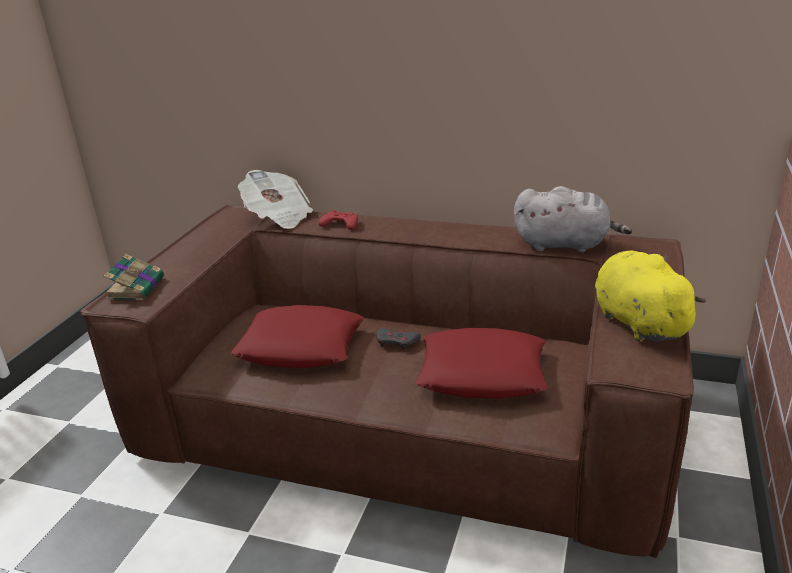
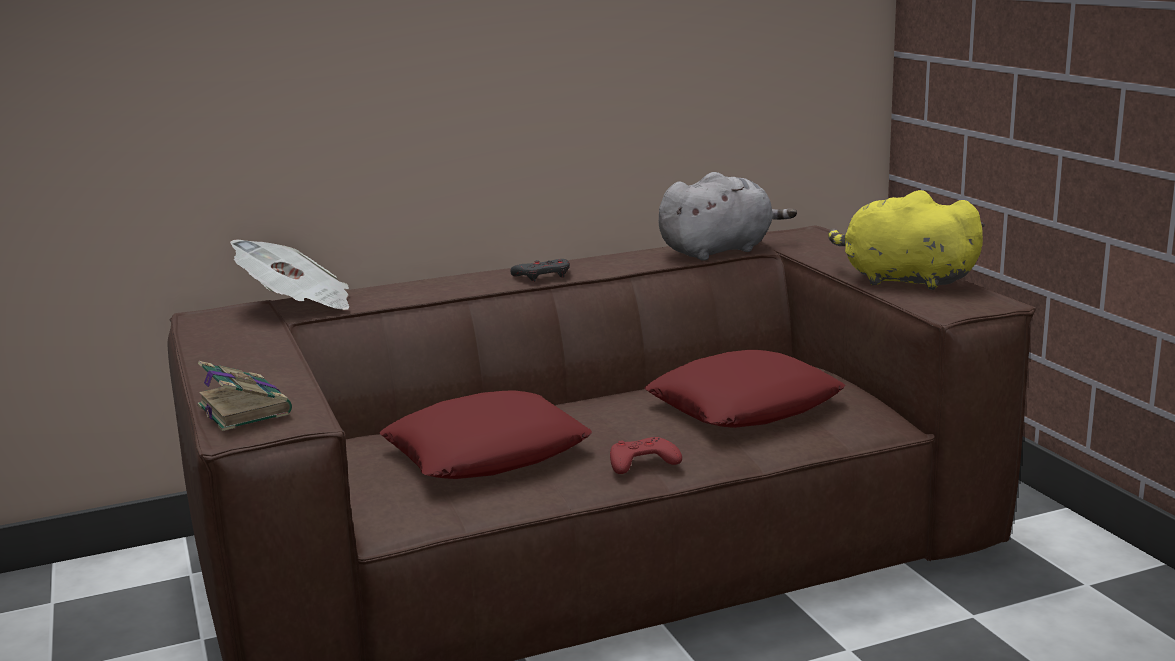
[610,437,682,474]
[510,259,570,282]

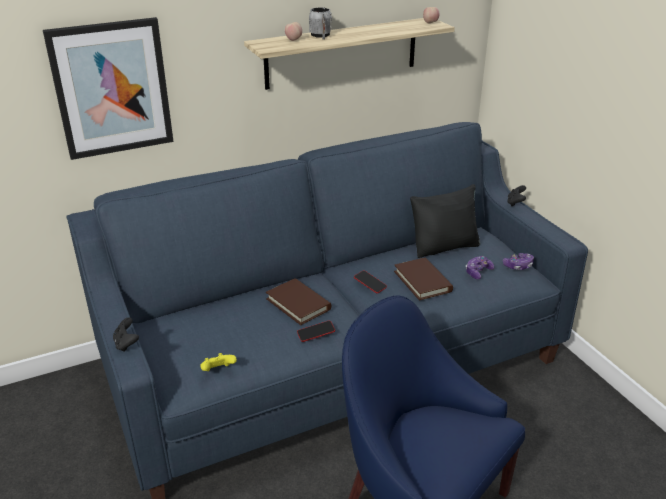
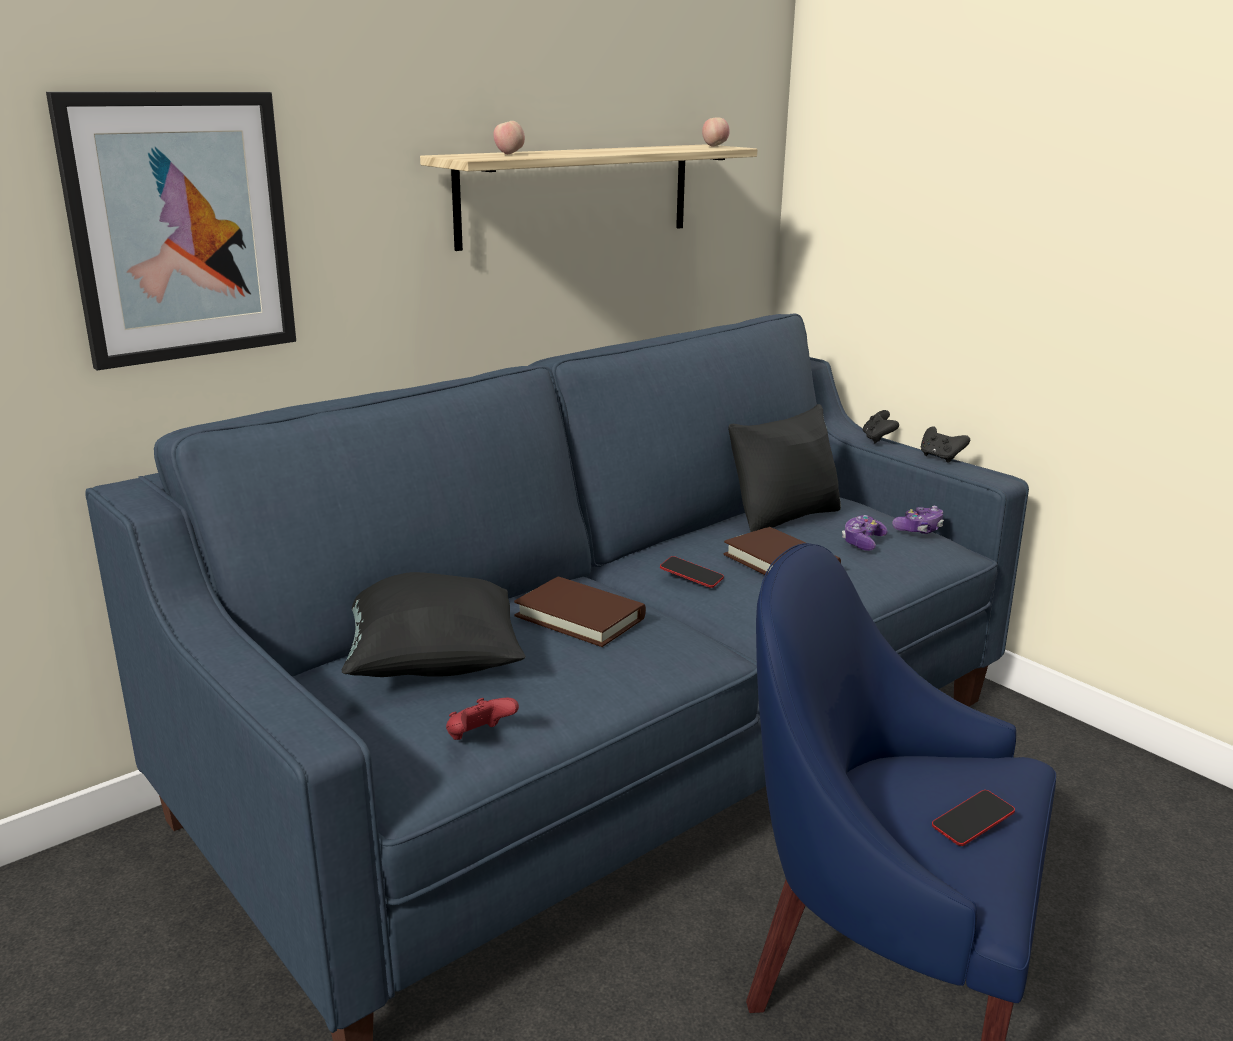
[309,7,332,40] (first image)
[921,426,970,463]
[932,790,1015,846]
[446,698,519,740]
[342,572,526,677]

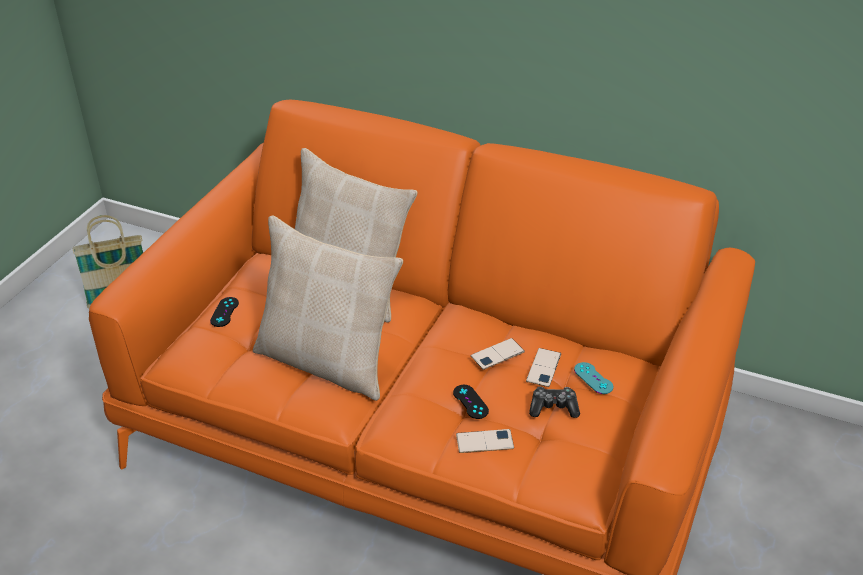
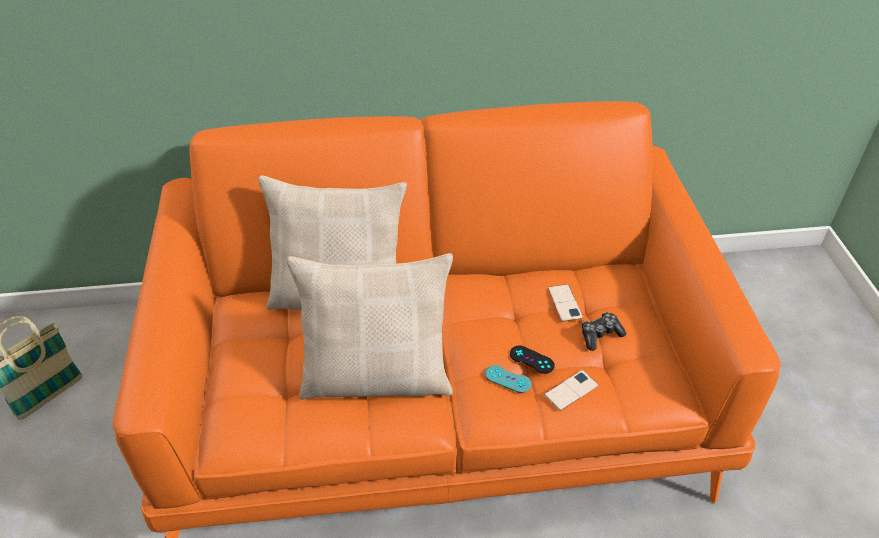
[210,297,239,327] (first image)
[471,338,525,370] (first image)
[485,365,532,393]

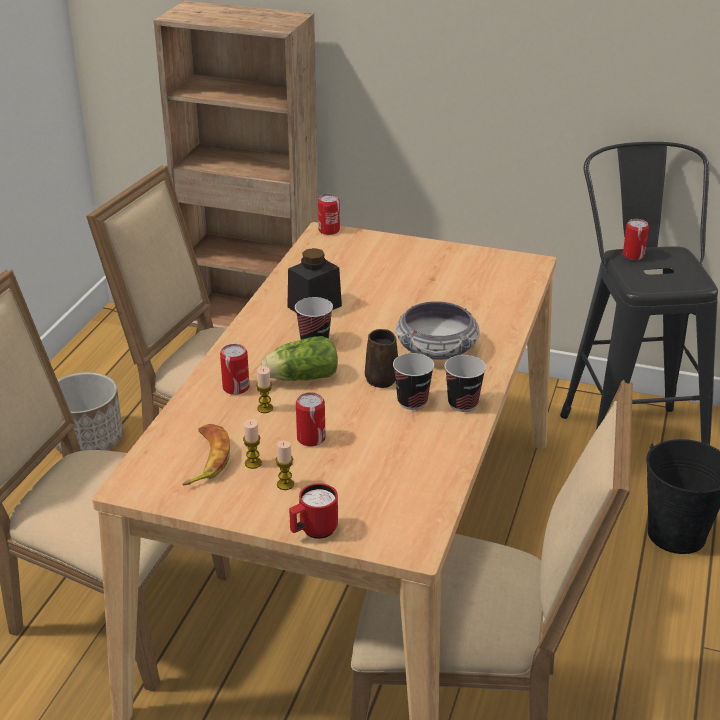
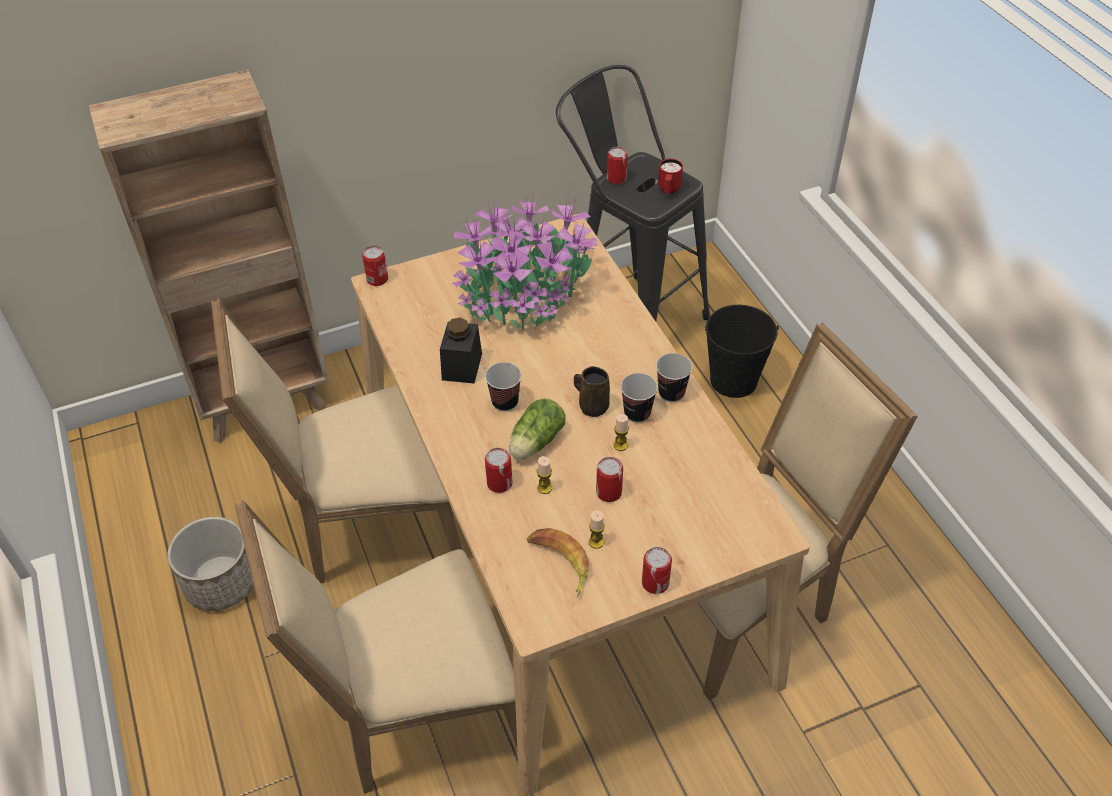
[395,301,480,360] (first image)
[614,414,629,451]
[658,159,683,193]
[452,194,598,331]
[642,547,672,594]

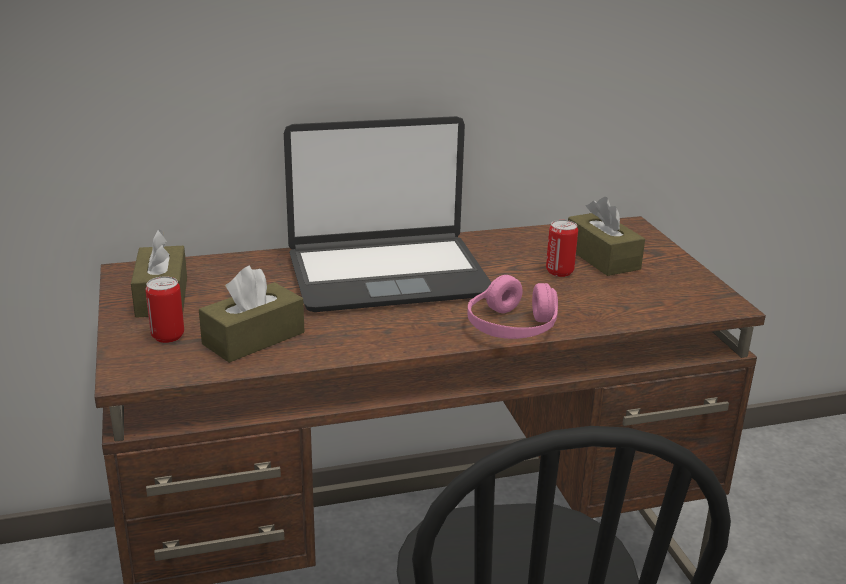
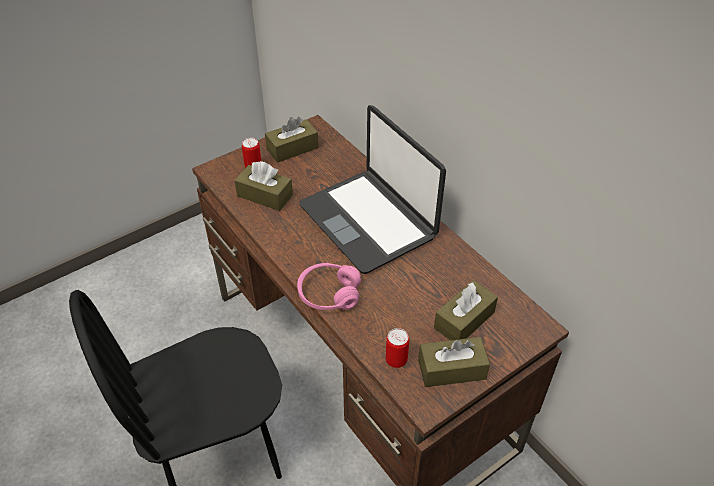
[386,328,409,368]
[418,337,490,387]

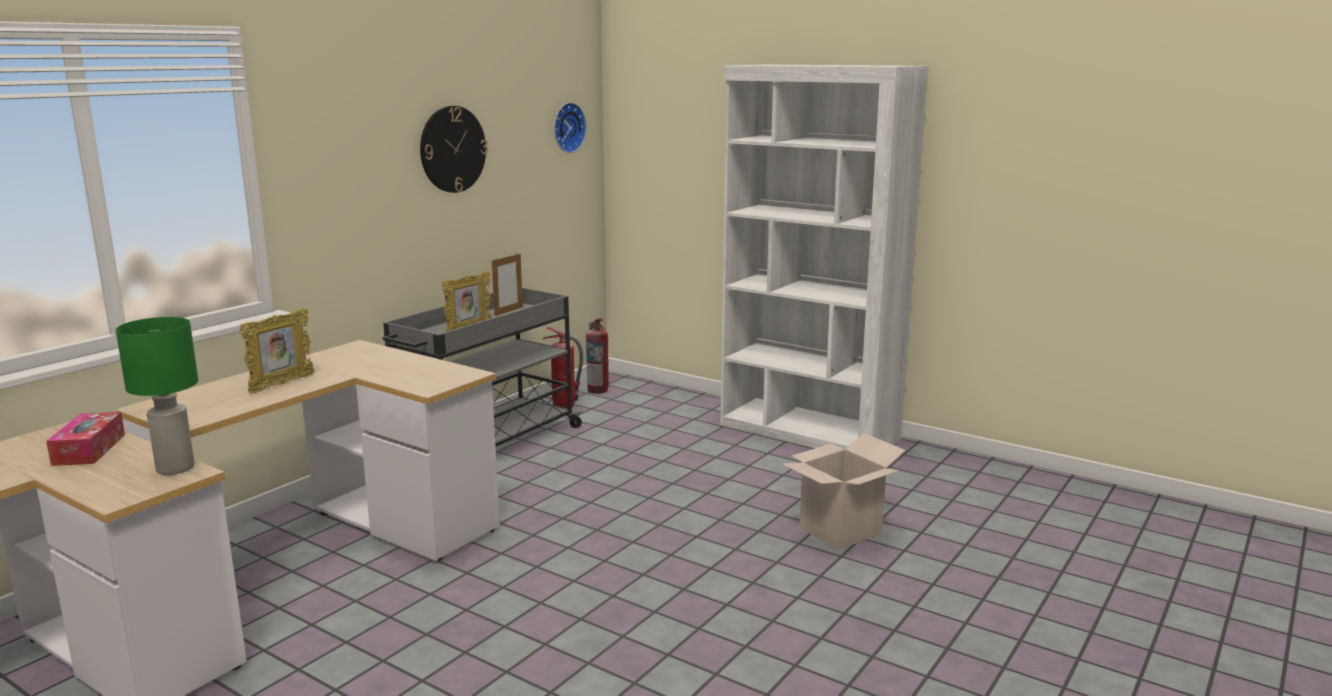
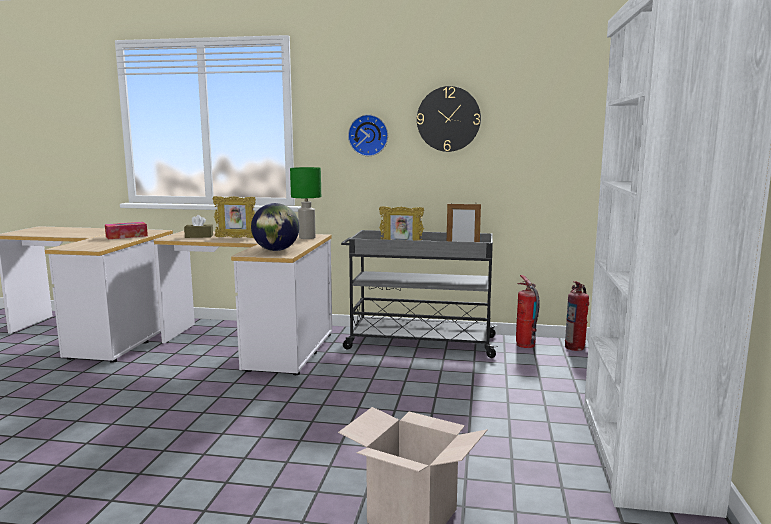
[348,114,388,156]
[290,167,321,239]
[251,203,300,251]
[184,215,213,238]

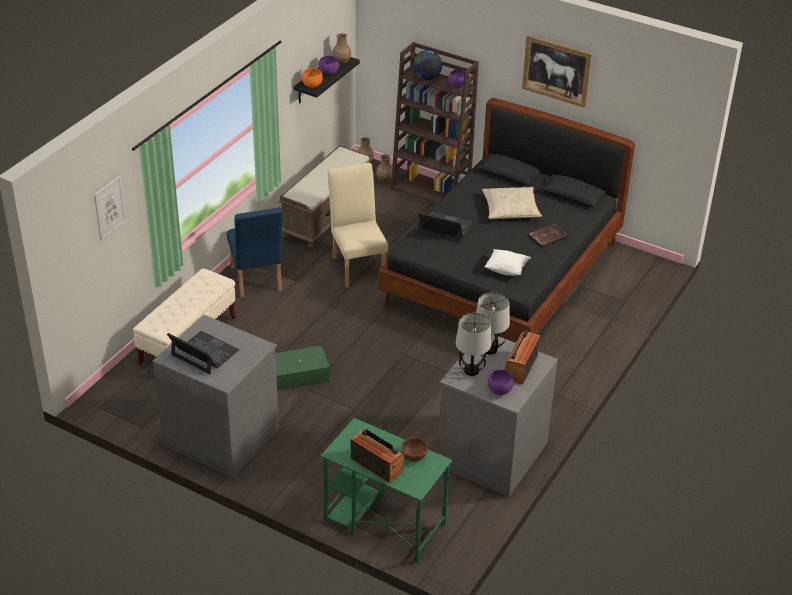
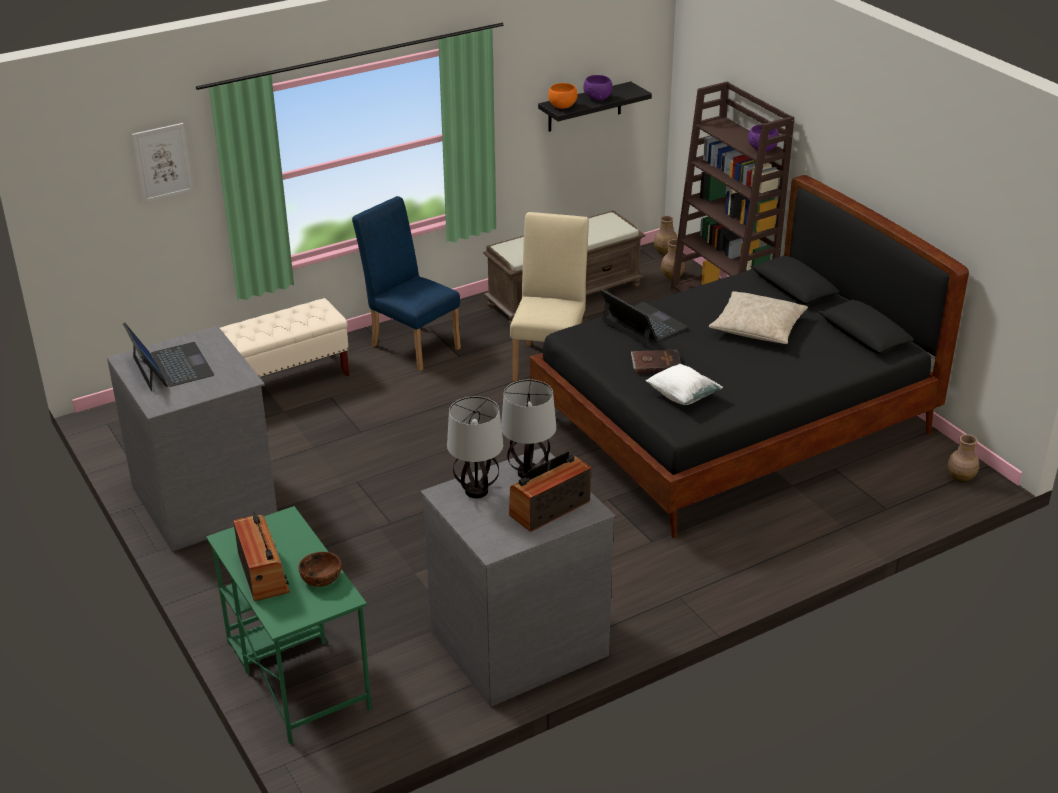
[947,434,979,482]
[522,35,593,108] (first image)
[413,50,442,80] (first image)
[352,196,461,371]
[631,350,681,374]
[275,346,330,391] (first image)
[487,370,513,395] (first image)

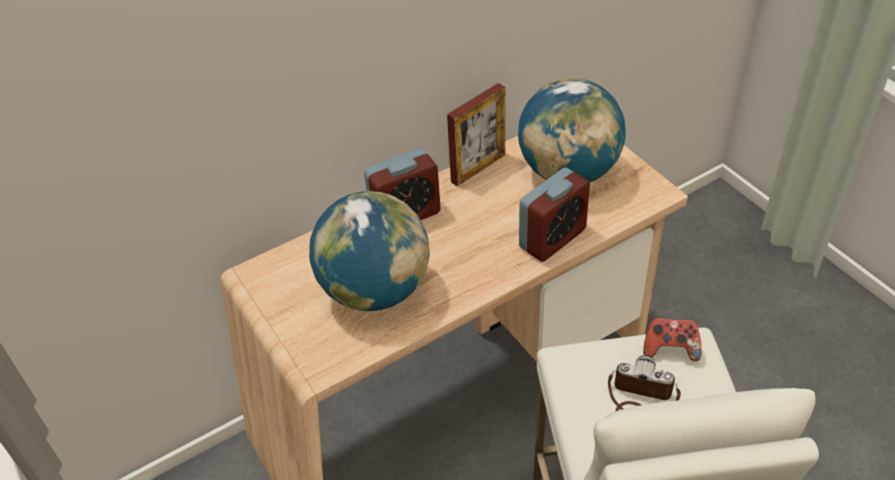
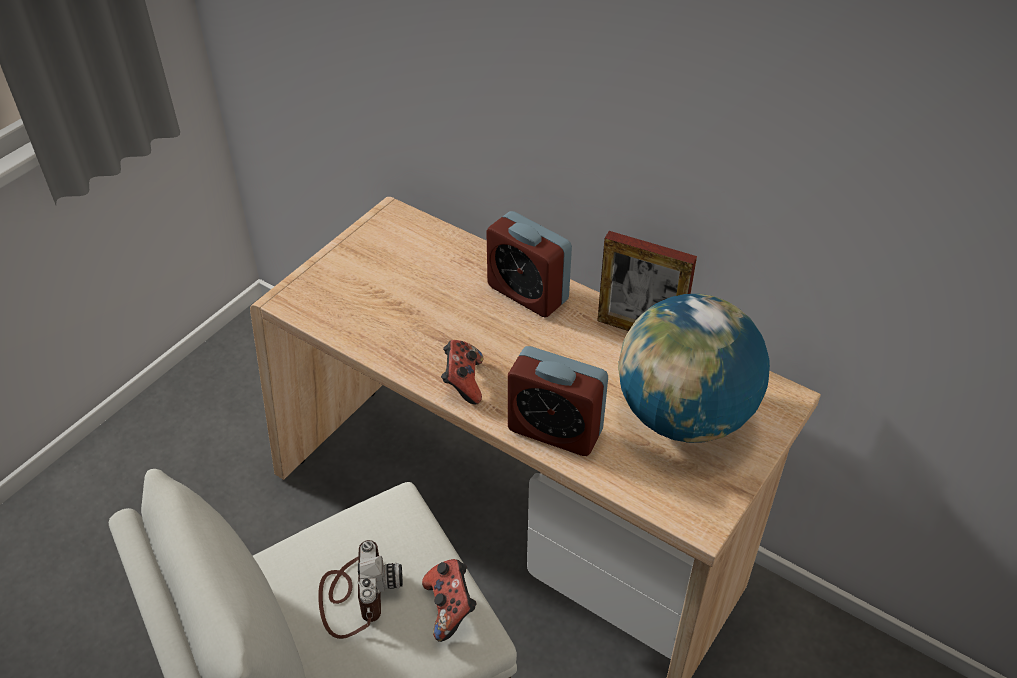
[309,191,429,311] (first image)
[441,340,483,404]

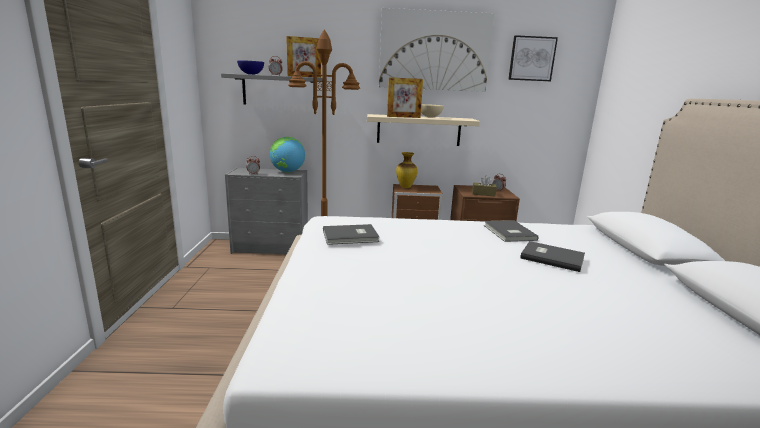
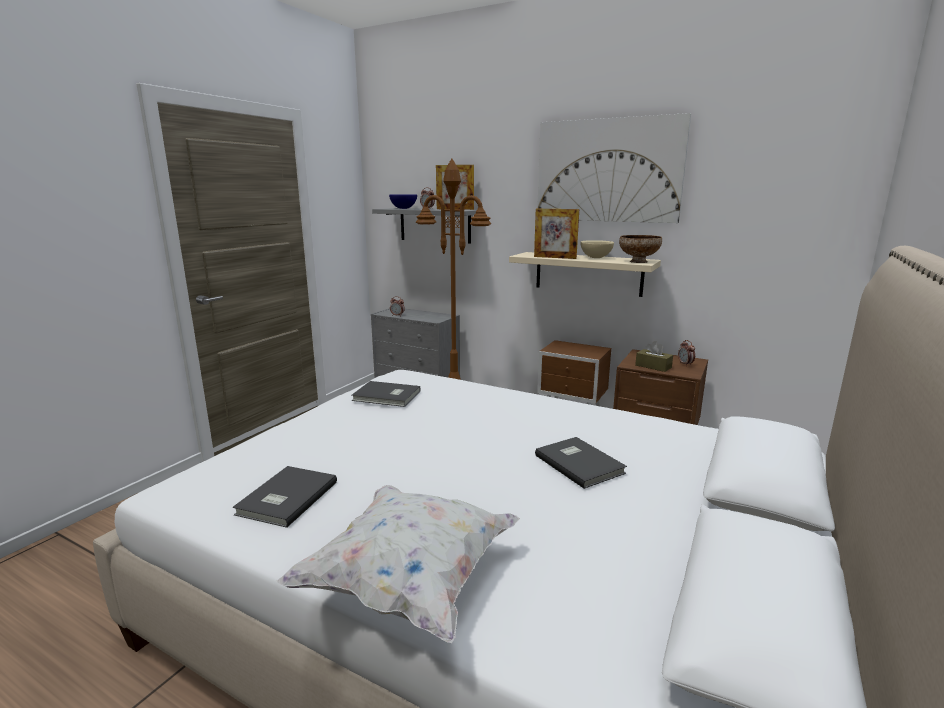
[508,35,558,81] (first image)
[270,137,305,172] (first image)
[396,152,418,188] (first image)
[233,466,337,528]
[619,235,662,263]
[277,485,520,643]

